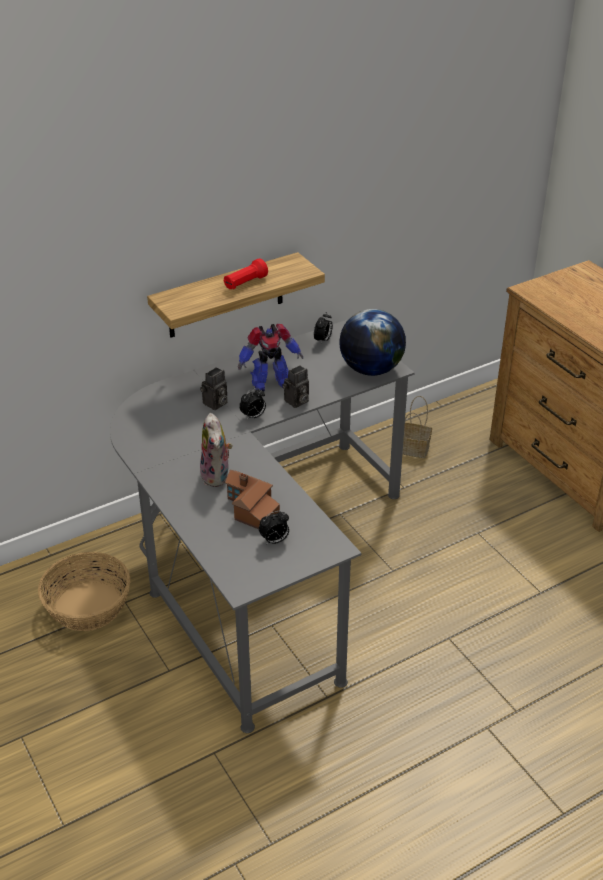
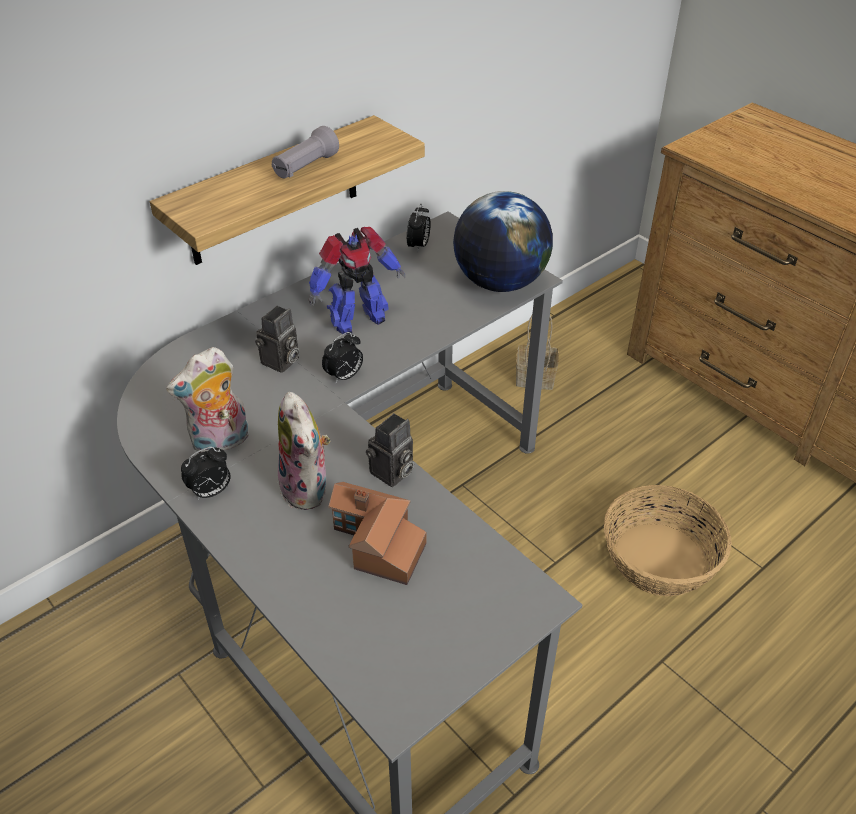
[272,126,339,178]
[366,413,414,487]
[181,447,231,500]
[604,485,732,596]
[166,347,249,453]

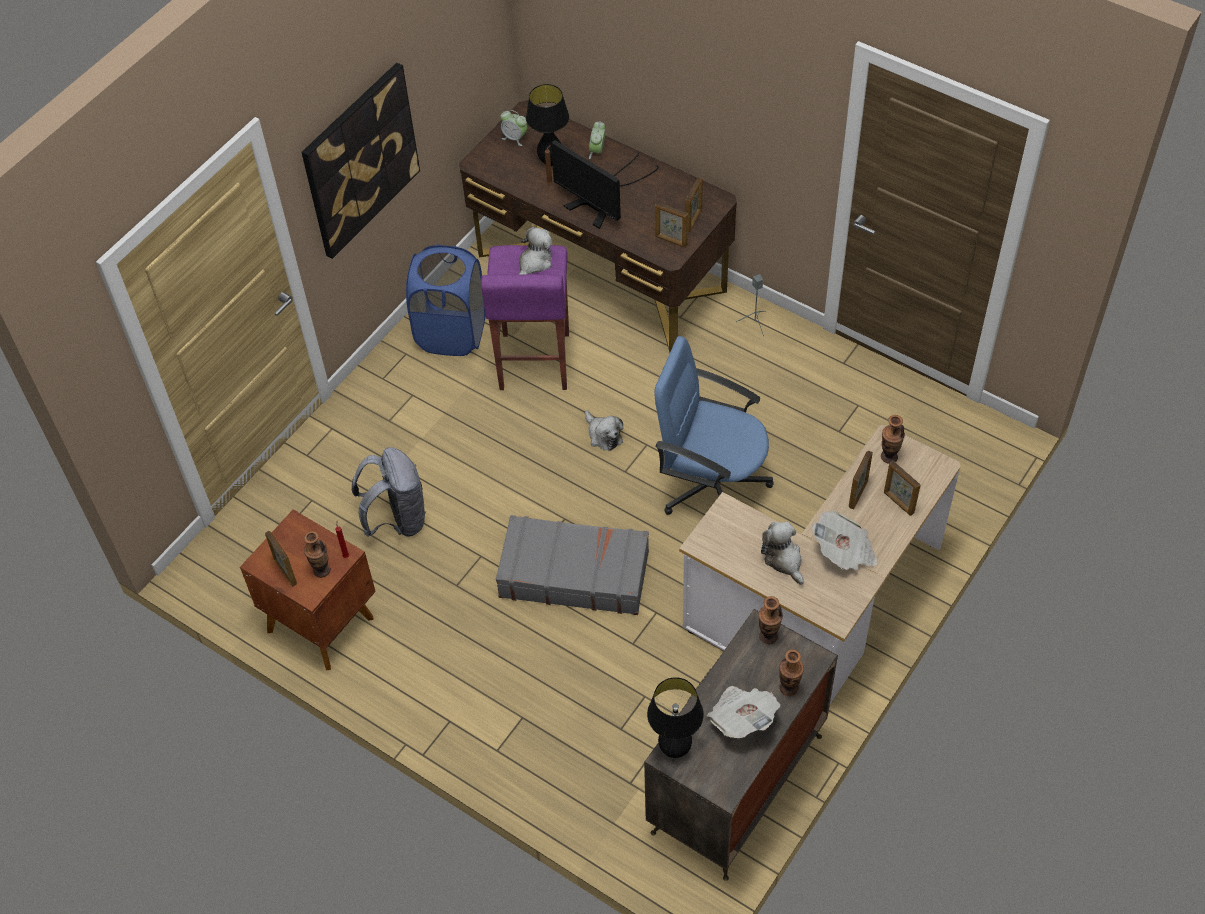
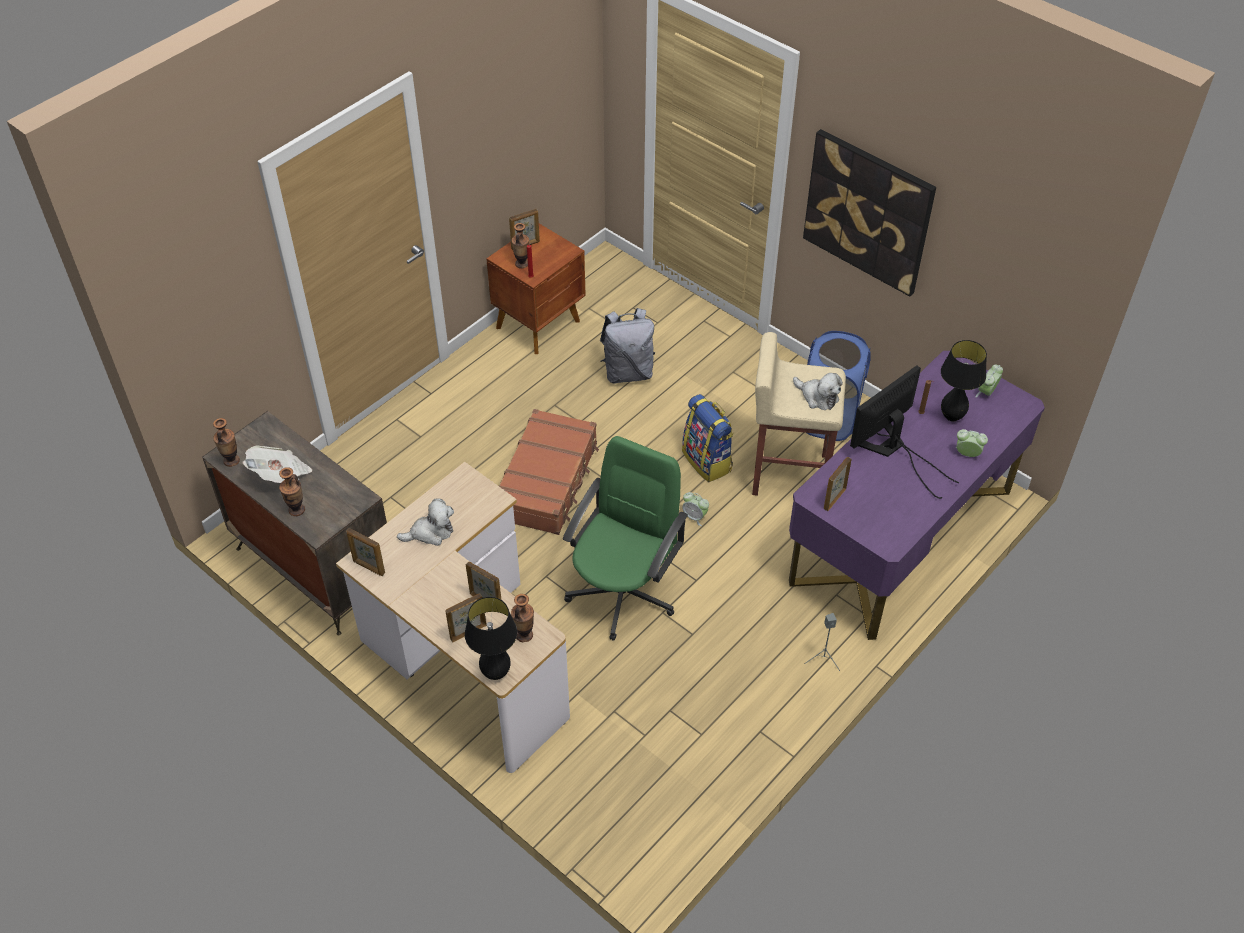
[789,351,1045,640]
[346,528,385,576]
[752,332,846,496]
[563,436,688,641]
[682,492,709,526]
[812,511,878,570] (first image)
[499,409,599,535]
[213,418,240,467]
[465,597,517,680]
[682,394,734,482]

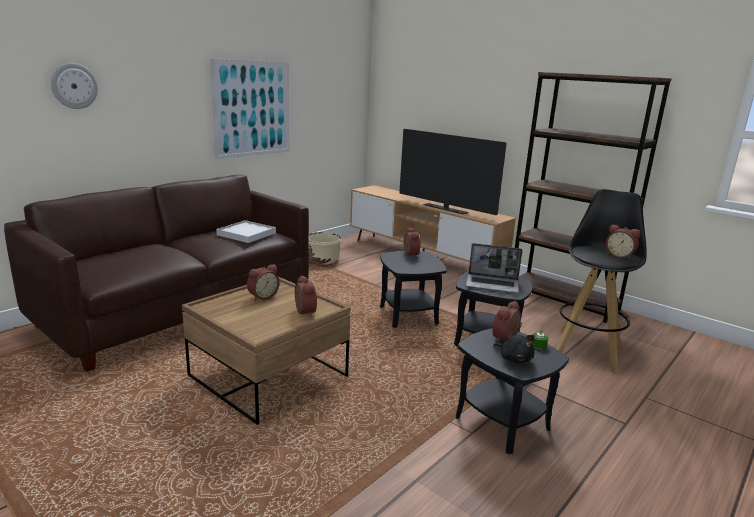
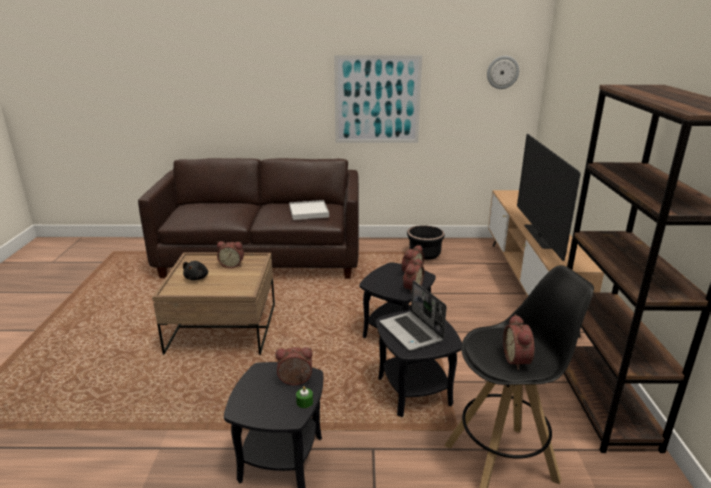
[487,56,519,89]
[407,226,445,260]
[402,258,424,293]
[183,261,208,280]

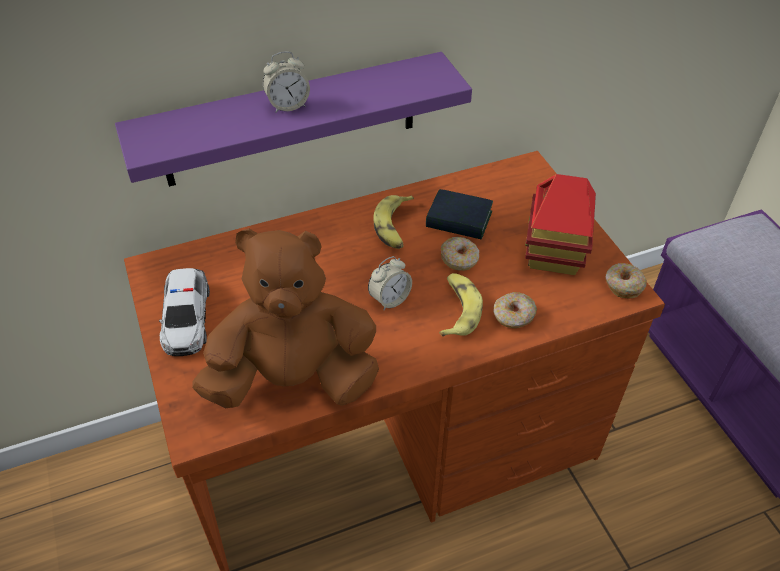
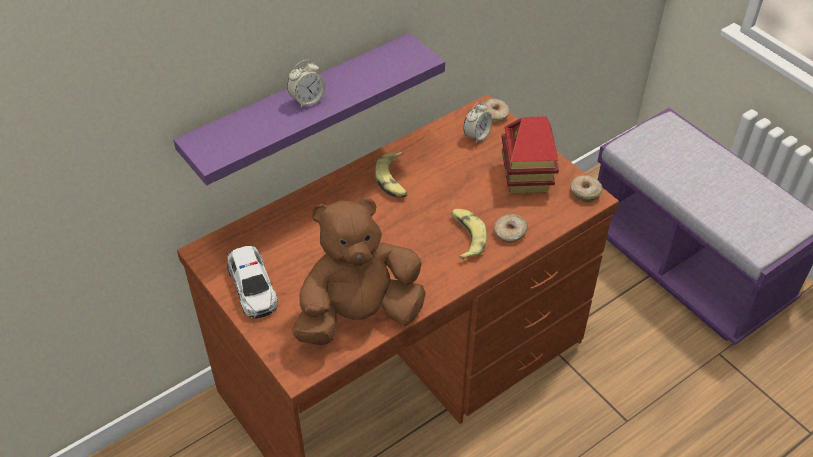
[426,189,493,240] (first image)
[480,98,509,122]
[463,102,492,143]

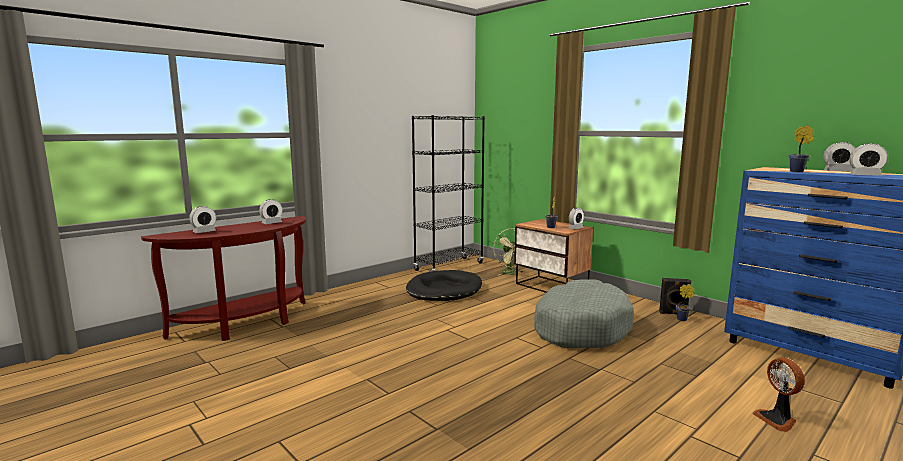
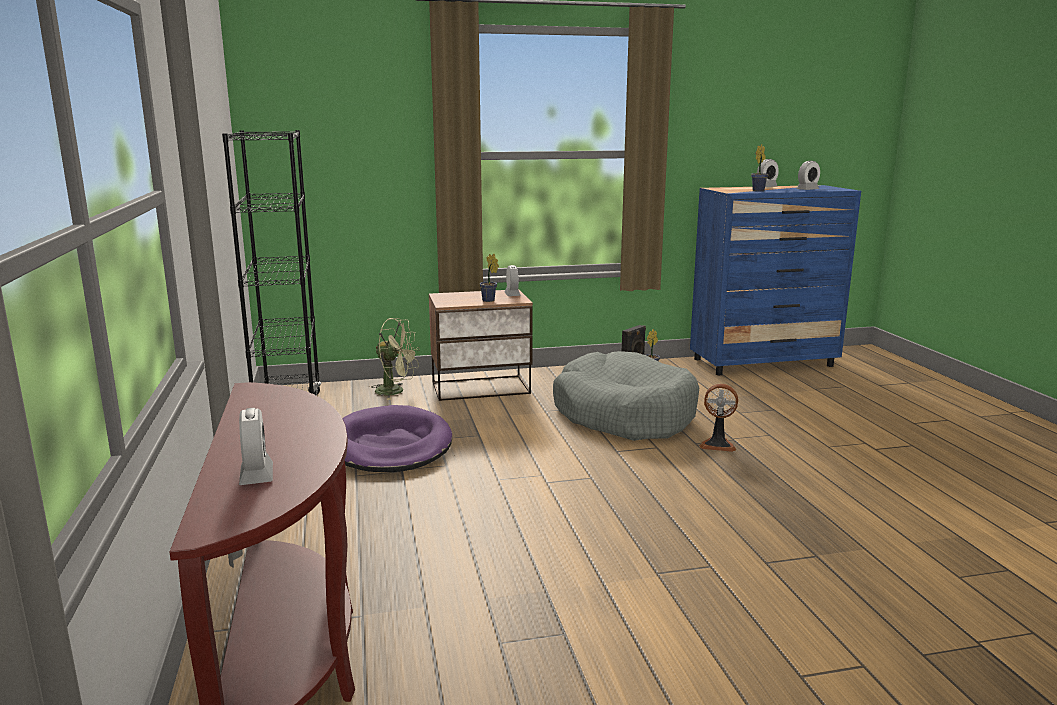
[259,199,283,224] (first image)
[342,405,452,472]
[699,384,738,452]

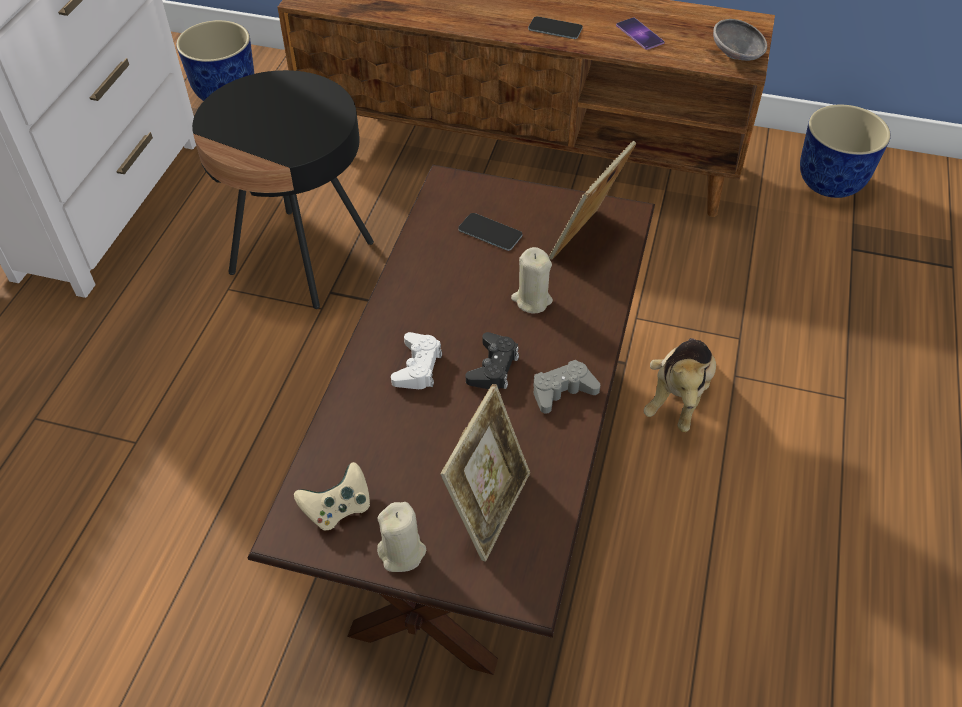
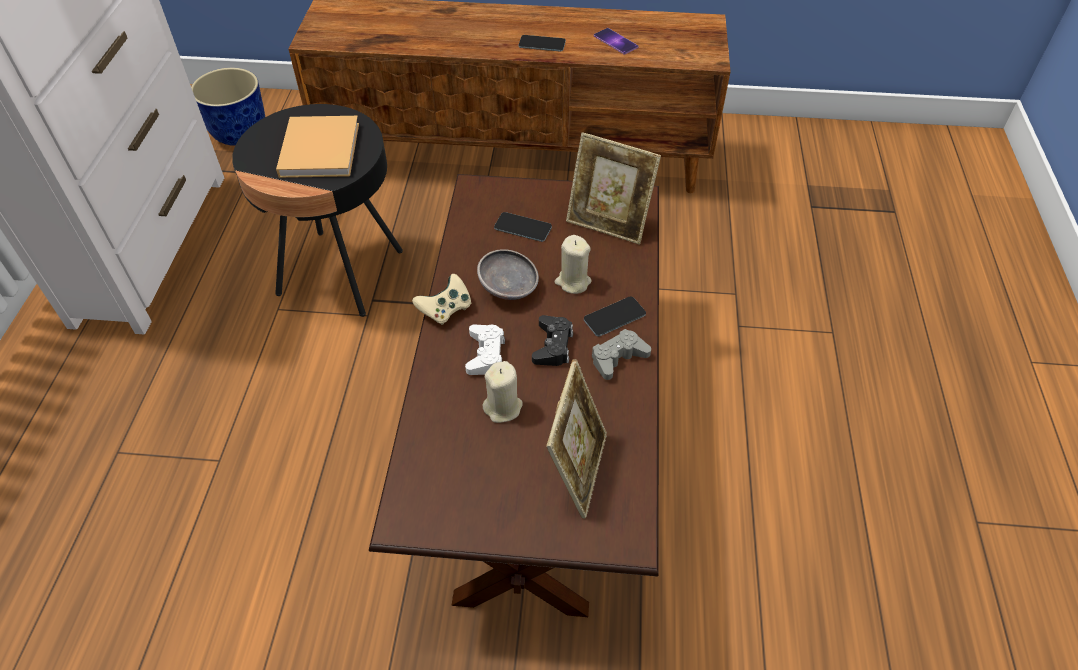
[477,249,539,300]
[800,105,891,198] (first image)
[566,132,661,244]
[644,338,716,432] (first image)
[412,274,471,325]
[483,361,523,423]
[276,116,359,178]
[584,297,646,336]

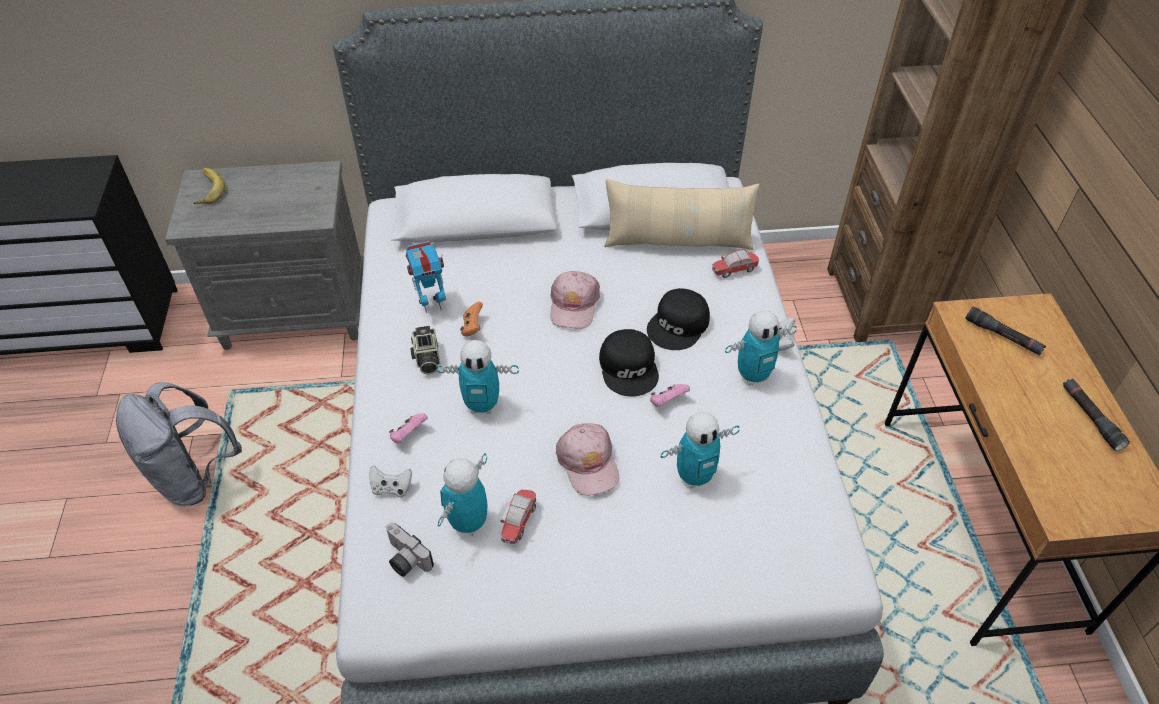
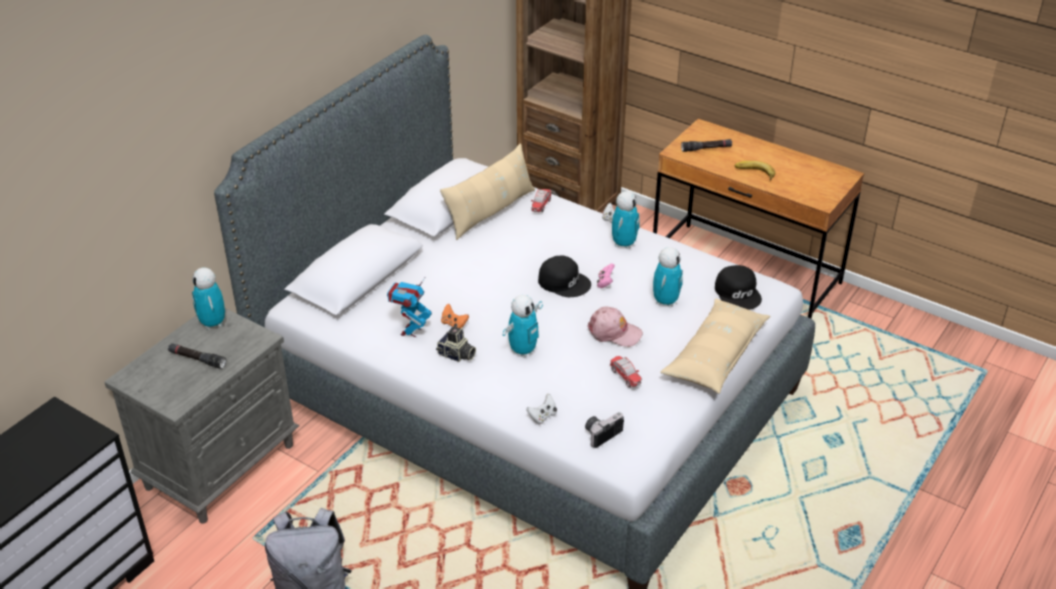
[735,161,775,180]
[550,271,600,329] (first image)
[715,265,762,310]
[168,343,226,369]
[389,413,428,443] (first image)
[192,267,225,330]
[585,412,624,448]
[660,299,770,394]

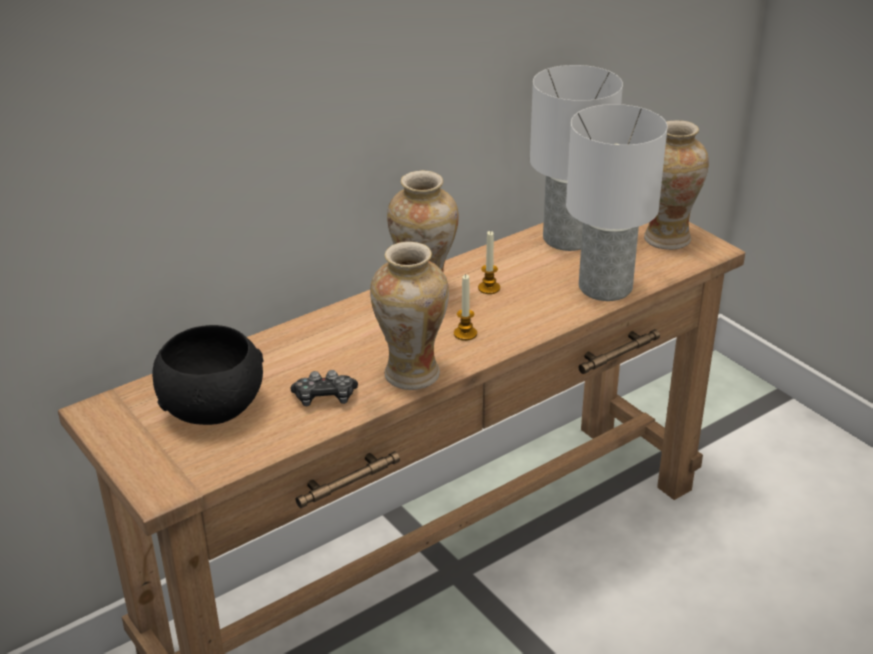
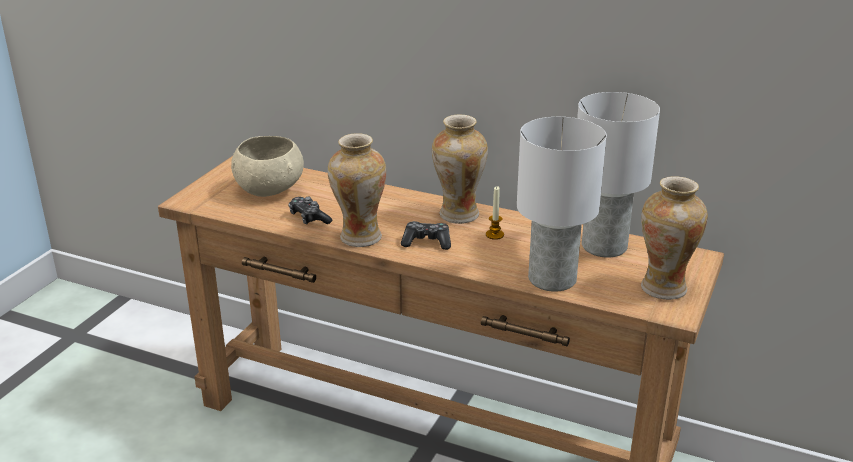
[401,221,451,250]
[231,136,304,197]

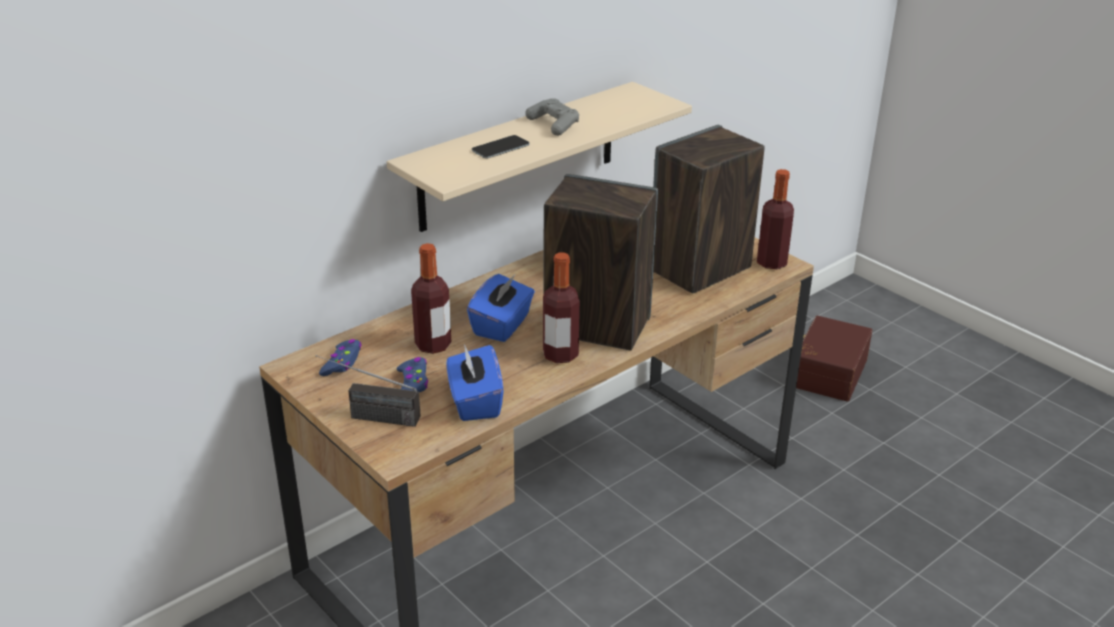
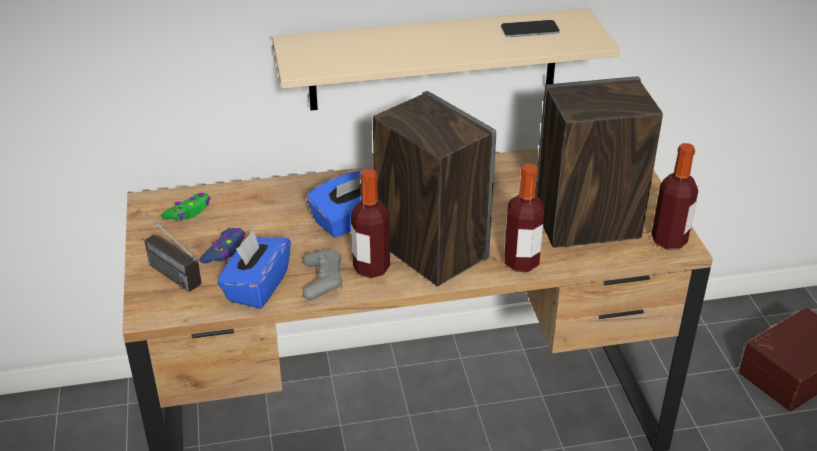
[303,250,342,300]
[501,20,560,37]
[504,164,544,272]
[161,193,211,221]

